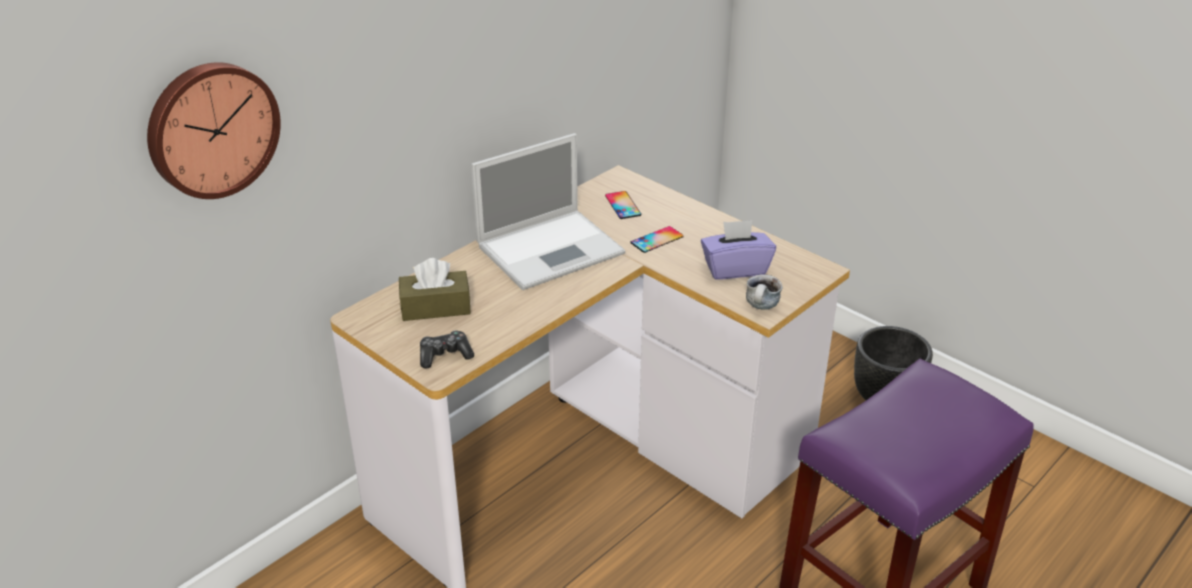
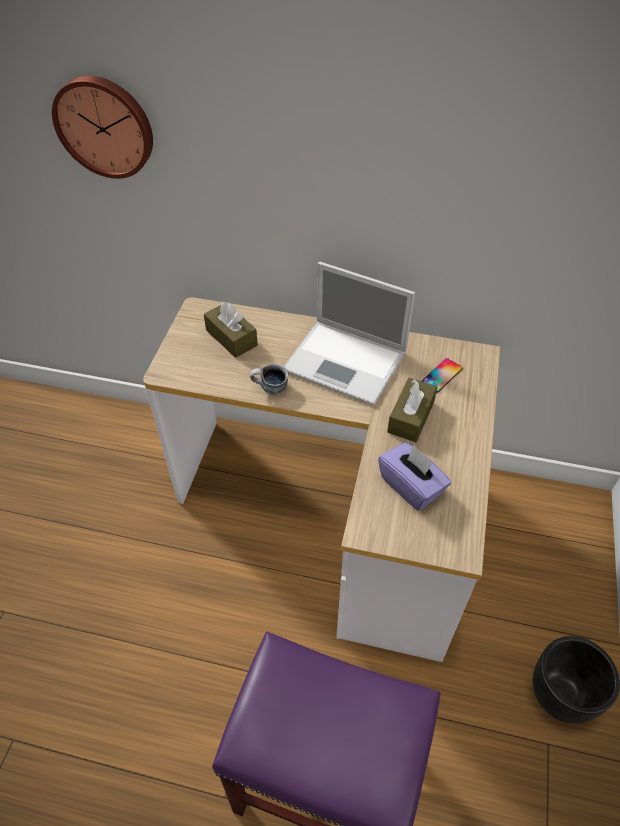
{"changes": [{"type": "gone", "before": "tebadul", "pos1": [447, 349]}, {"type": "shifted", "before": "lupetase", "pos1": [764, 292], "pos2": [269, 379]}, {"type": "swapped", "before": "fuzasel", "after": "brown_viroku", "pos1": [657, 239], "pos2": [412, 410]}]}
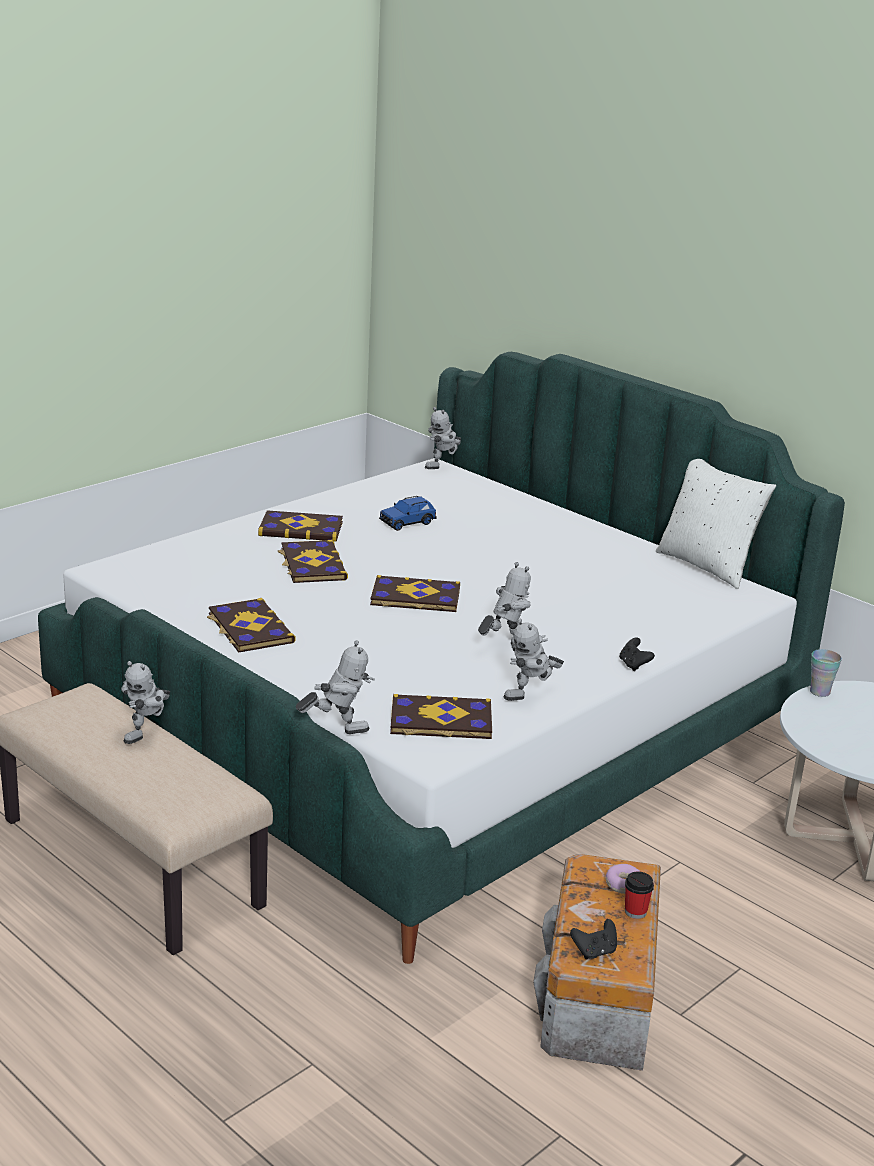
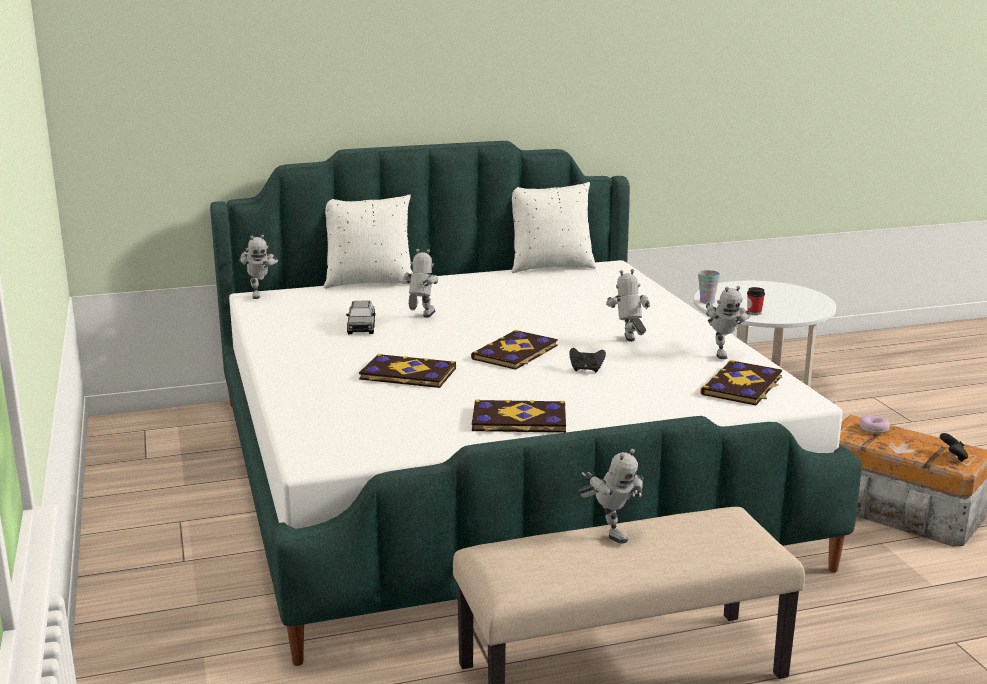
{"changes": [{"type": "gone", "before": "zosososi", "pos1": [300, 526]}, {"type": "new", "after": "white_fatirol", "pos2": [368, 241]}, {"type": "shifted", "before": "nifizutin", "pos1": [335, 687], "pos2": [420, 283]}, {"type": "shifted", "before": "black_tebadul", "pos1": [637, 654], "pos2": [587, 360]}, {"type": "shifted", "before": "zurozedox", "pos1": [639, 895], "pos2": [756, 301]}, {"type": "repainted", "before": "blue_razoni", "after": "grey_razoni", "pos1": [408, 513], "pos2": [360, 317]}]}
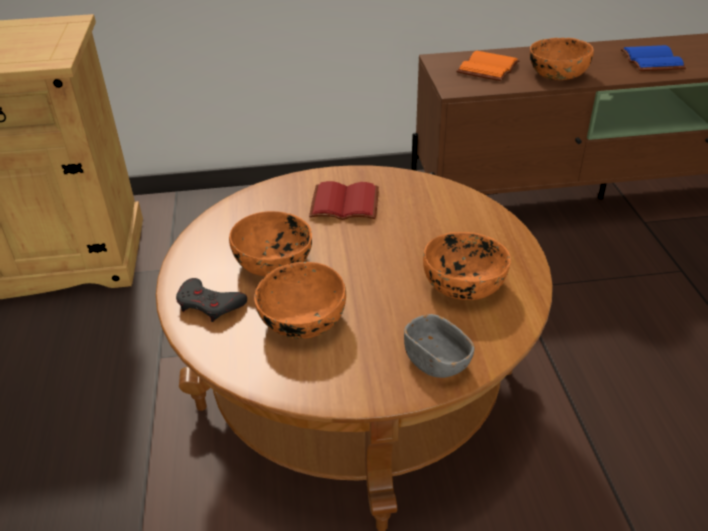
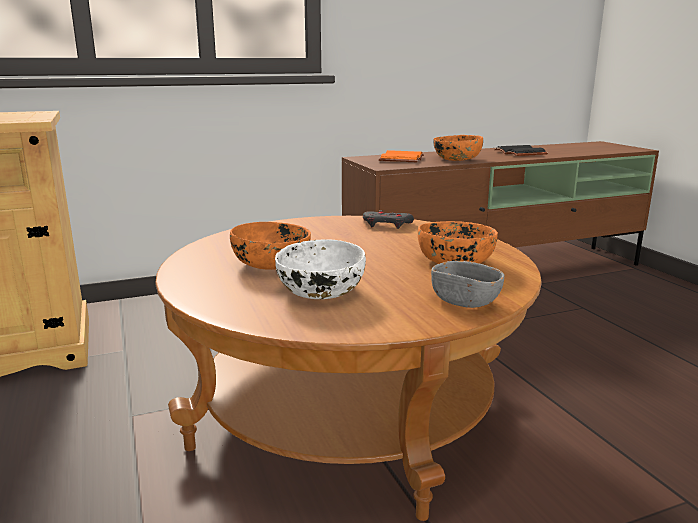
{"changes": [{"type": "gone", "before": "red_zosososi", "pos1": [344, 200]}, {"type": "shifted", "before": "grey_tebadul", "pos1": [211, 300], "pos2": [388, 219]}, {"type": "repainted", "before": "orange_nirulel", "after": "white_nirulel", "pos1": [300, 300], "pos2": [320, 269]}, {"type": "repainted", "before": "blue_zosososi", "after": "black_zosososi", "pos1": [653, 58], "pos2": [521, 150]}]}
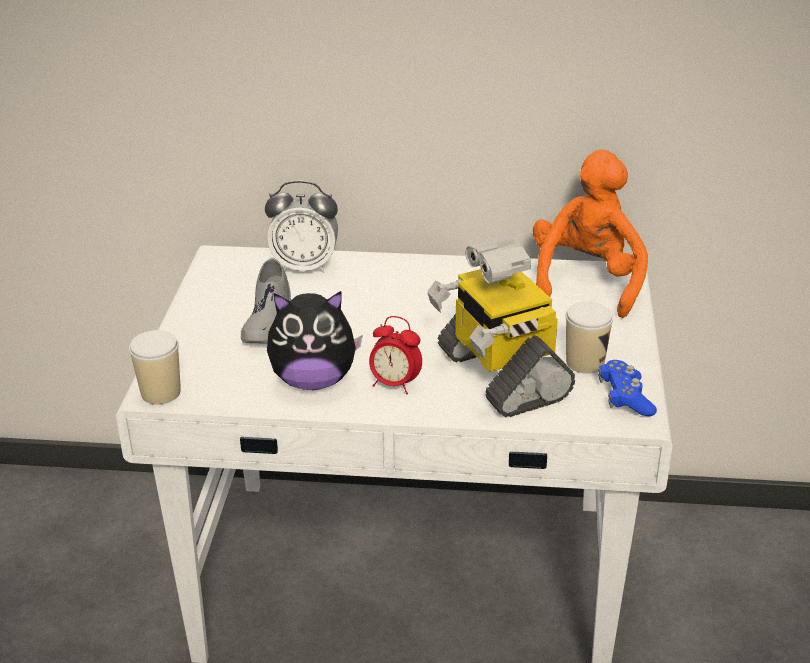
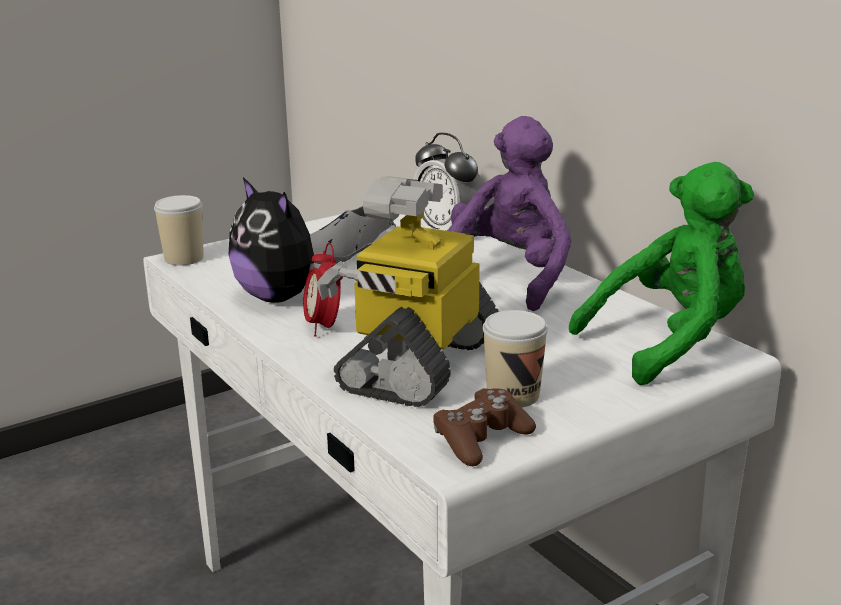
{"changes": [{"type": "new", "after": "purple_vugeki", "pos2": [510, 213]}, {"type": "repainted", "before": "orange_vugeki", "after": "green_vugeki", "pos1": [590, 233], "pos2": [661, 273]}, {"type": "repainted", "before": "blue_tebadul", "after": "brown_tebadul", "pos1": [627, 388], "pos2": [484, 427]}]}
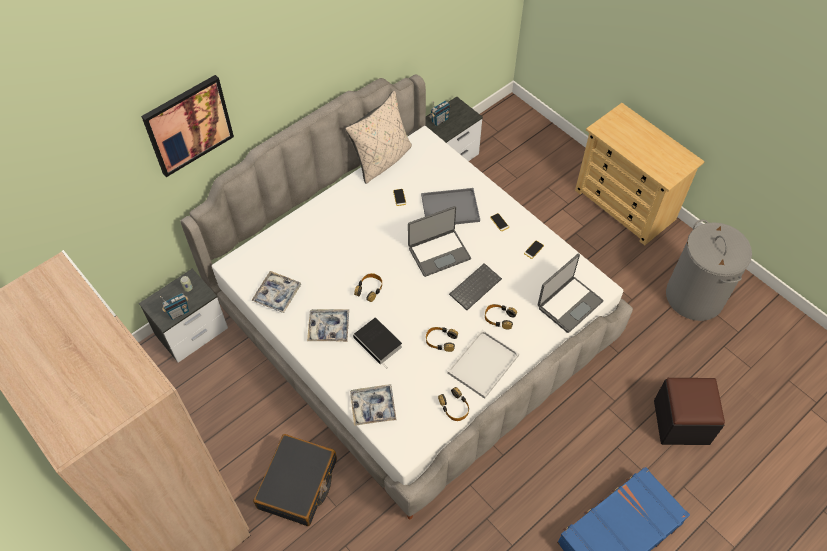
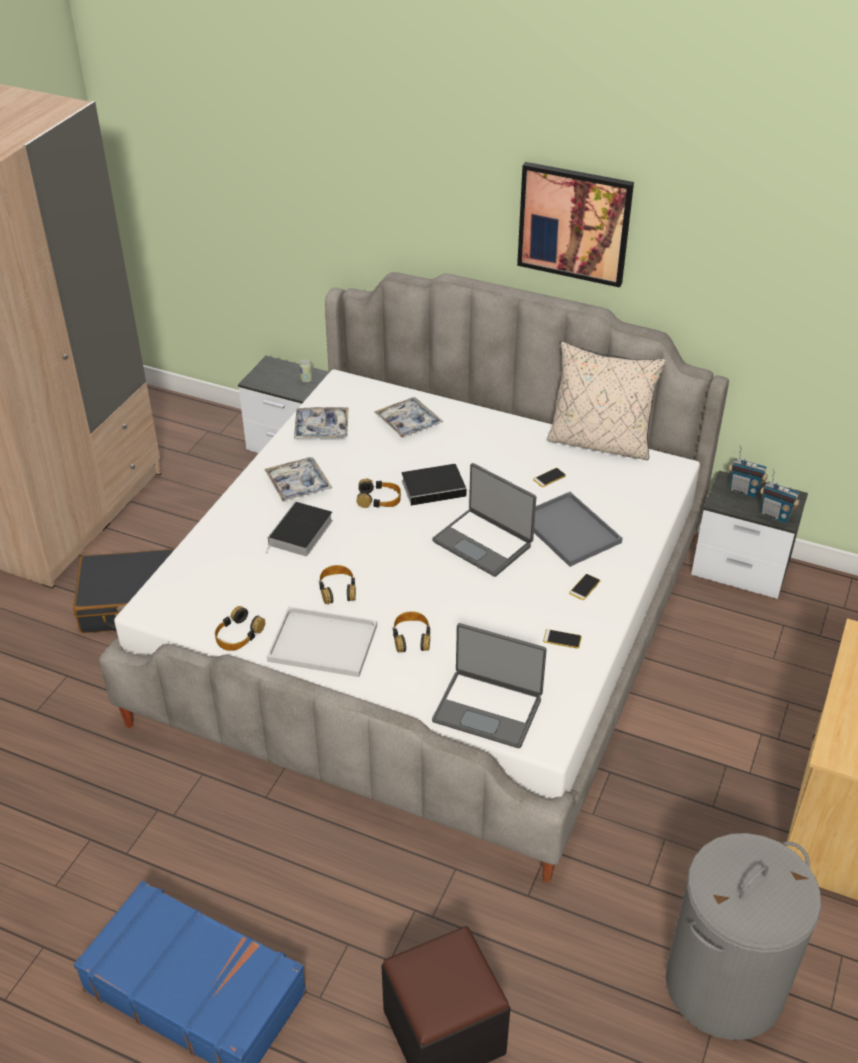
{"changes": [{"type": "gone", "before": "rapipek", "pos1": [475, 286]}, {"type": "new", "after": "zosososi", "pos2": [435, 485]}, {"type": "shifted", "before": "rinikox", "pos1": [187, 126], "pos2": [575, 225]}, {"type": "shifted", "before": "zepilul", "pos1": [174, 306], "pos2": [780, 495]}, {"type": "shifted", "before": "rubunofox", "pos1": [373, 405], "pos2": [408, 417]}]}
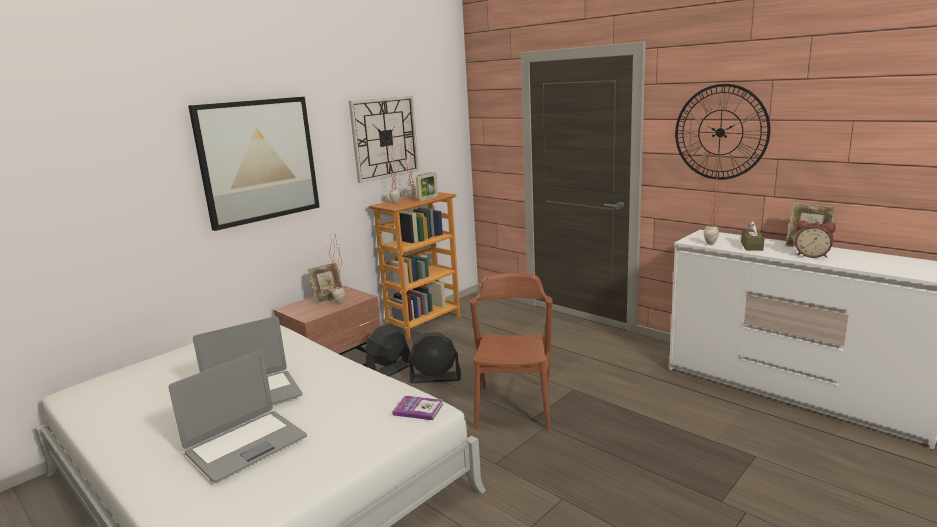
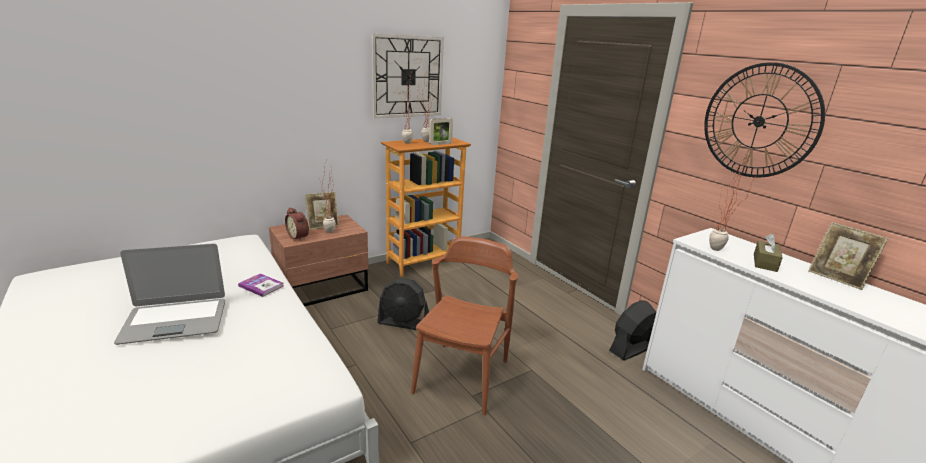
{"changes": [{"type": "gone", "before": "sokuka", "pos1": [238, 416]}, {"type": "gone", "before": "rinikox", "pos1": [254, 164]}, {"type": "shifted", "before": "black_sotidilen", "pos1": [387, 349], "pos2": [632, 330]}, {"type": "shifted", "before": "zosososi", "pos1": [417, 408], "pos2": [260, 285]}, {"type": "shifted", "before": "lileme", "pos1": [815, 239], "pos2": [297, 224]}]}
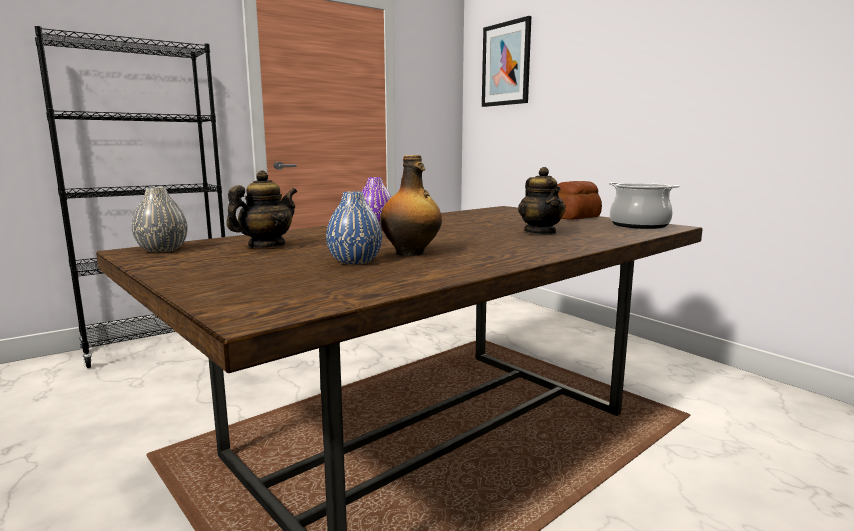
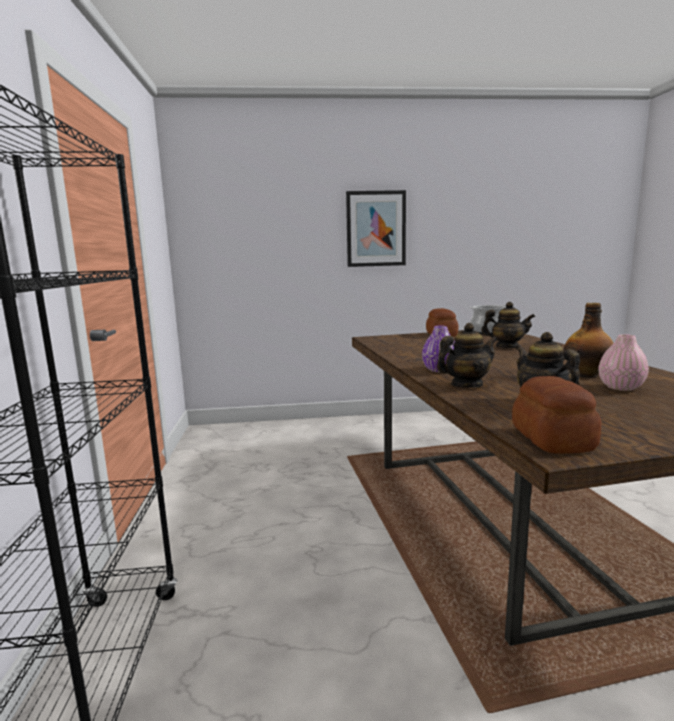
{"changes": [{"type": "new", "after": "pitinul", "pos2": [467, 355]}, {"type": "shifted", "before": "rinikox", "pos1": [506, 61], "pos2": [376, 228]}, {"type": "swapped", "before": "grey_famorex", "after": "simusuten", "pos1": [160, 219], "pos2": [557, 415]}, {"type": "repainted", "before": "blue_famorex", "after": "pink_famorex", "pos1": [354, 228], "pos2": [623, 362]}]}
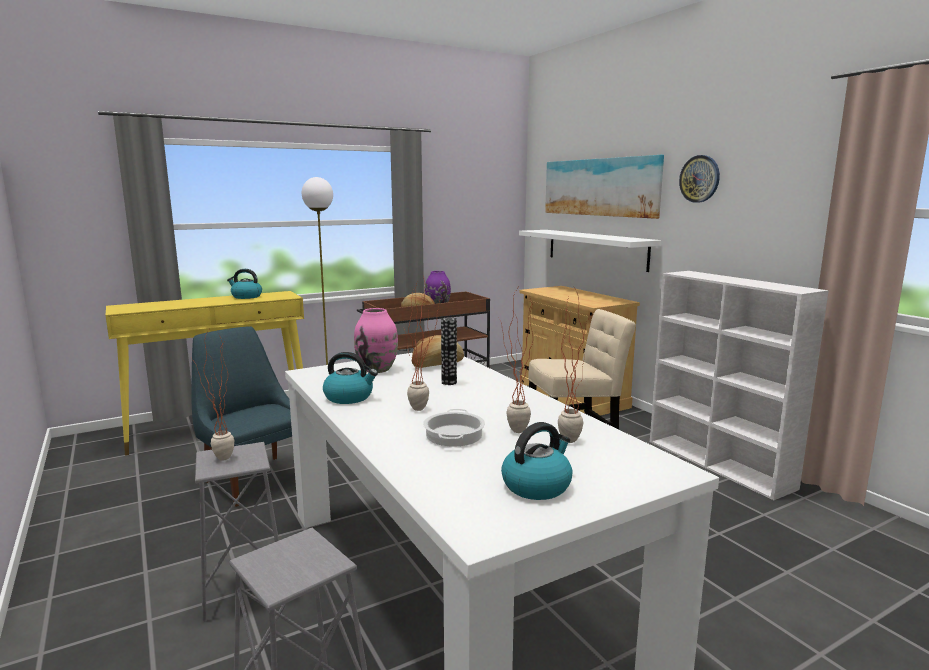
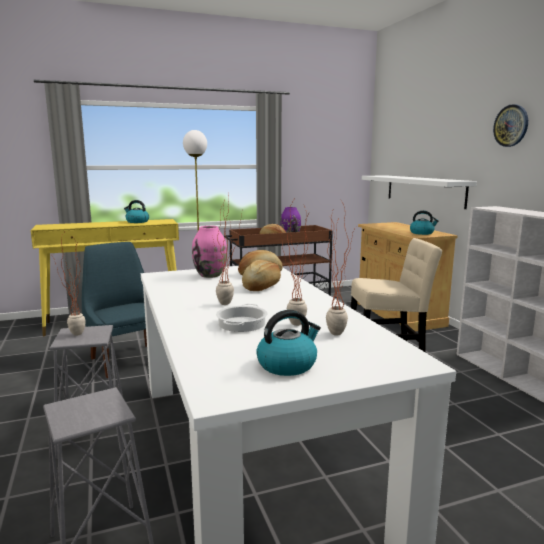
{"changes": [{"type": "gone", "before": "rinikox", "pos1": [604, 187]}, {"type": "shifted", "before": "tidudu", "pos1": [350, 378], "pos2": [424, 223]}, {"type": "swapped", "before": "famorex", "after": "simusuten", "pos1": [449, 351], "pos2": [261, 275]}]}
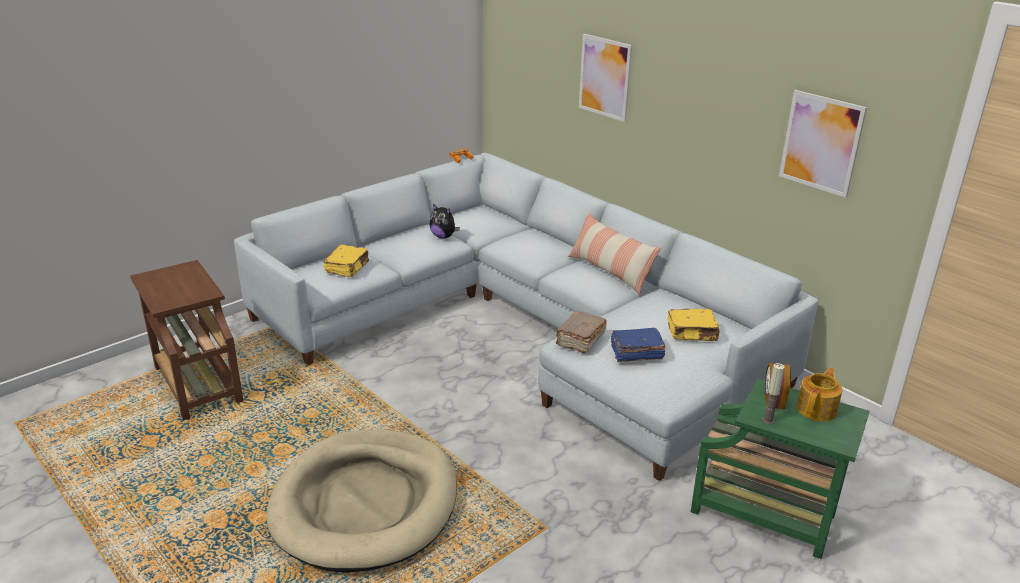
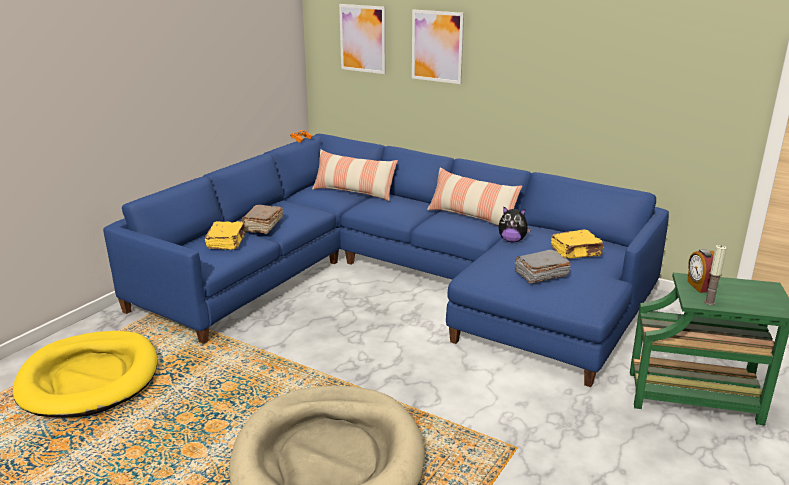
{"changes": [{"type": "gone", "before": "pitinul", "pos1": [819, 394]}, {"type": "new", "after": "fatirol", "pos2": [355, 175]}, {"type": "shifted", "before": "vugeki", "pos1": [445, 221], "pos2": [514, 224]}, {"type": "shifted", "before": "brown_zosososi", "pos1": [581, 332], "pos2": [262, 219]}, {"type": "shifted", "before": "rinikox", "pos1": [823, 144], "pos2": [362, 39]}, {"type": "swapped", "before": "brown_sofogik", "after": "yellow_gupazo", "pos1": [186, 340], "pos2": [85, 374]}, {"type": "repainted", "before": "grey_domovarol", "after": "blue_domovarol", "pos1": [526, 317], "pos2": [386, 260]}, {"type": "repainted", "before": "blue_zosososi", "after": "grey_zosososi", "pos1": [638, 345], "pos2": [543, 267]}]}
